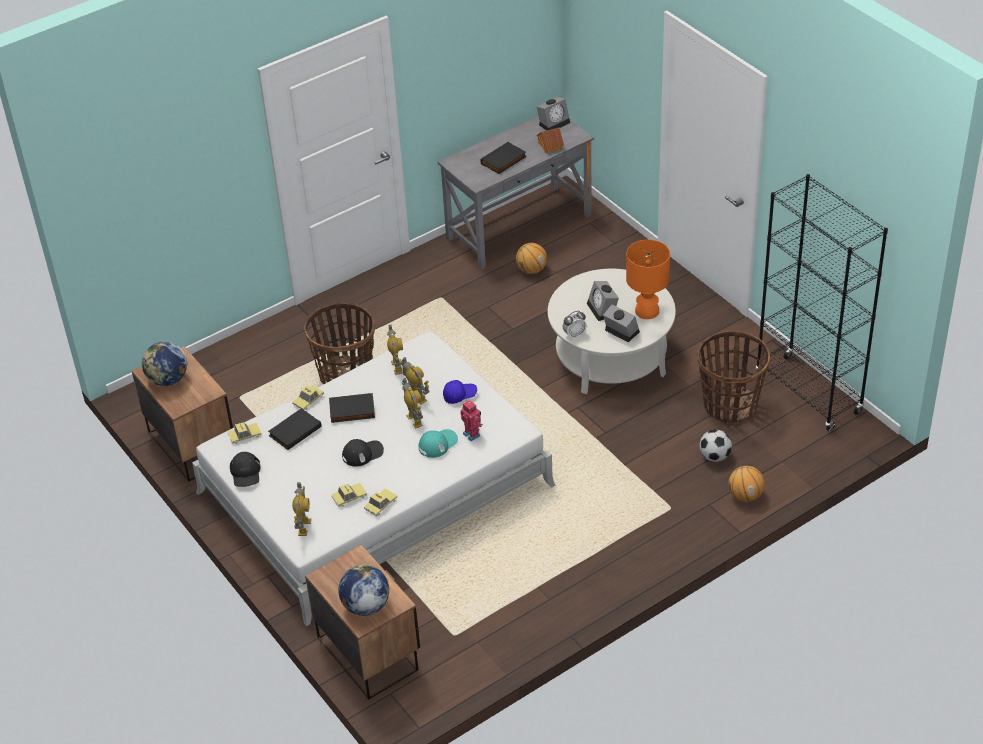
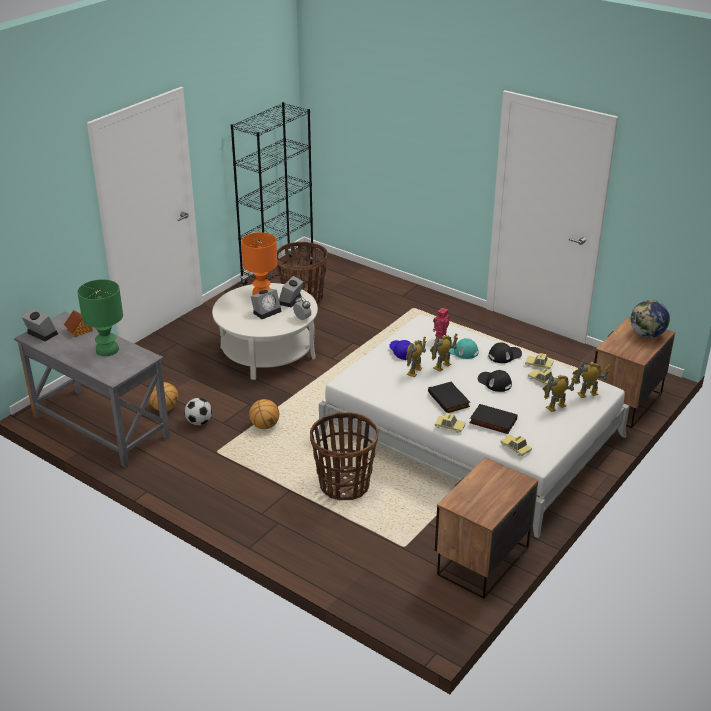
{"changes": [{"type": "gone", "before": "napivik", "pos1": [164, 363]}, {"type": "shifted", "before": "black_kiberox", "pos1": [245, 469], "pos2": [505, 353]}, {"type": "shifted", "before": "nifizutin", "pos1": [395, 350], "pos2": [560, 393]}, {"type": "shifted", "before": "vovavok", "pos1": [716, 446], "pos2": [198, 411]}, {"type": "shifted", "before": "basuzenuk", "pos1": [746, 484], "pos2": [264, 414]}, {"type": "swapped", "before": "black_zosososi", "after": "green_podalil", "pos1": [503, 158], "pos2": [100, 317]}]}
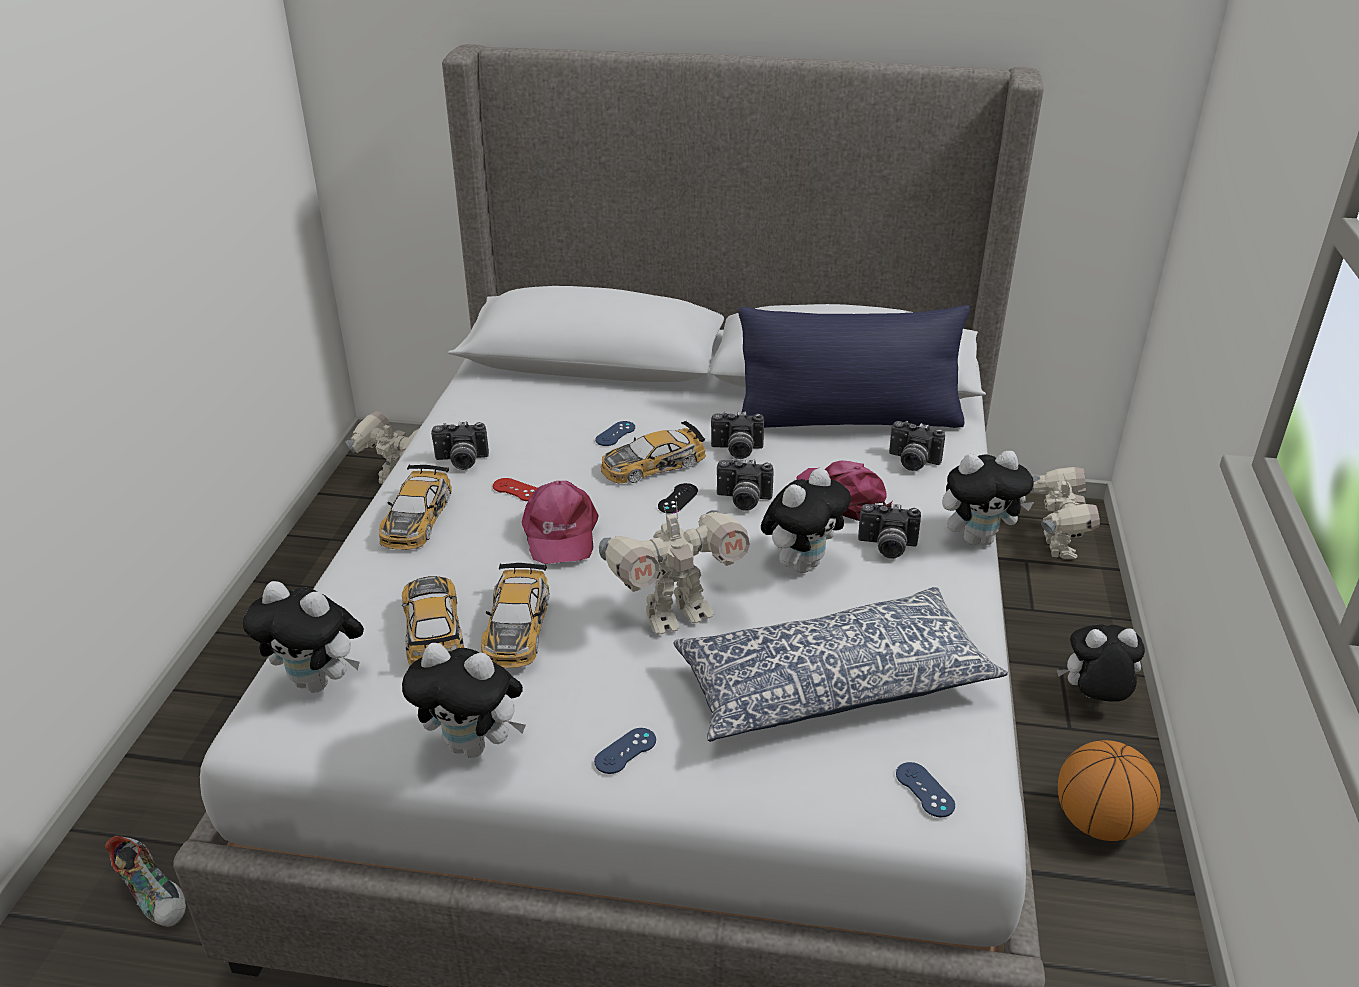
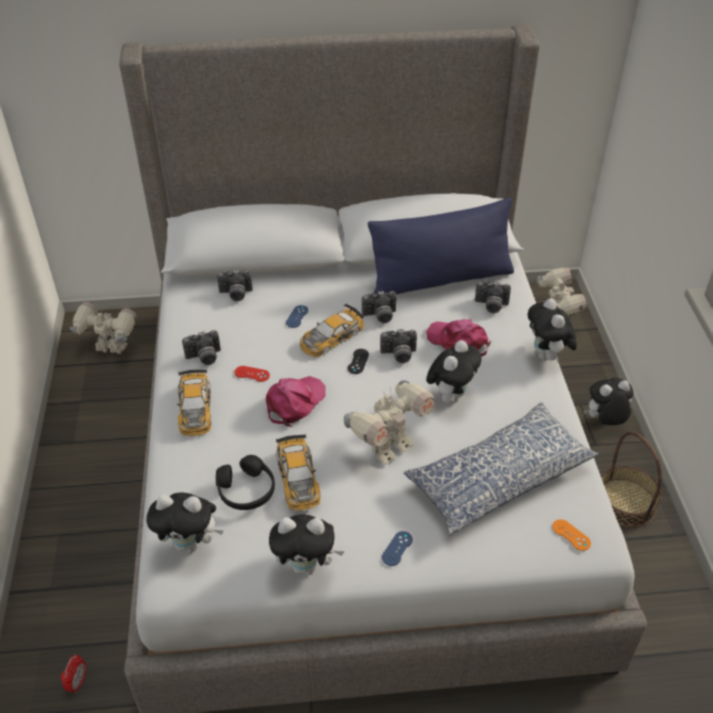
{"changes": [{"type": "shifted", "before": "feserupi", "pos1": [889, 531], "pos2": [235, 285]}, {"type": "swapped", "before": "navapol", "after": "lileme", "pos1": [145, 881], "pos2": [73, 674]}, {"type": "swapped", "before": "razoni", "after": "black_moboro", "pos1": [433, 621], "pos2": [245, 482]}, {"type": "swapped", "before": "basuzenuk", "after": "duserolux", "pos1": [1109, 790], "pos2": [631, 479]}, {"type": "repainted", "before": "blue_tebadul", "after": "orange_tebadul", "pos1": [925, 789], "pos2": [571, 535]}, {"type": "rotated", "before": "pink_kiberox", "pos1": [560, 522], "pos2": [296, 401], "turn": -120}, {"type": "rotated", "before": "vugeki", "pos1": [988, 498], "pos2": [552, 330], "turn": 105}]}
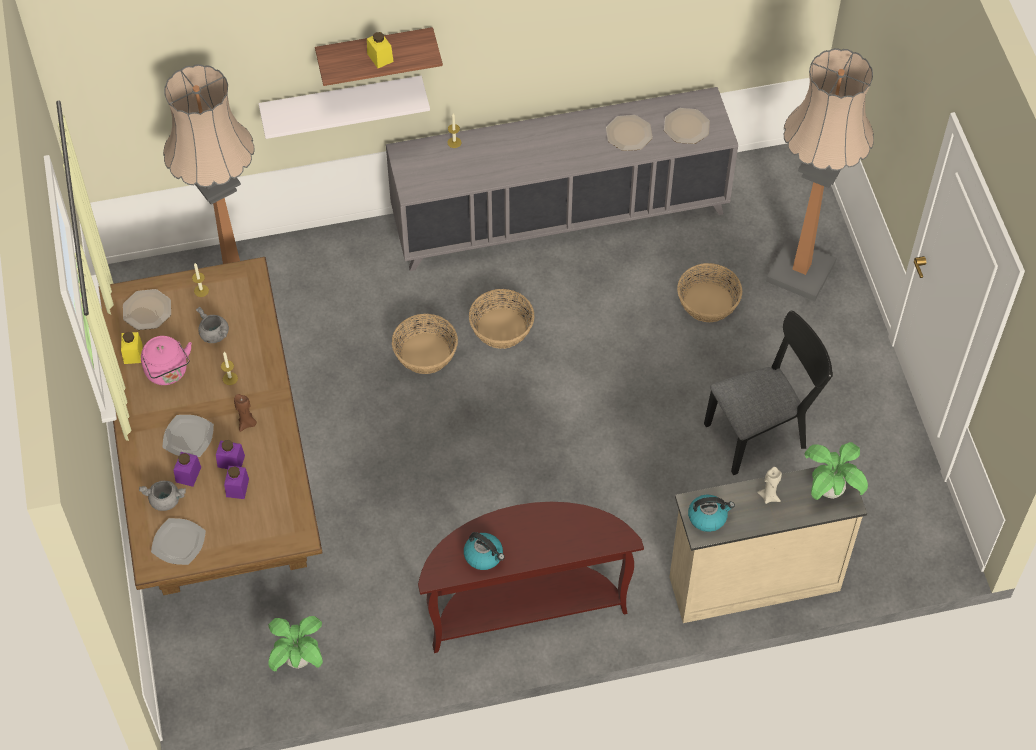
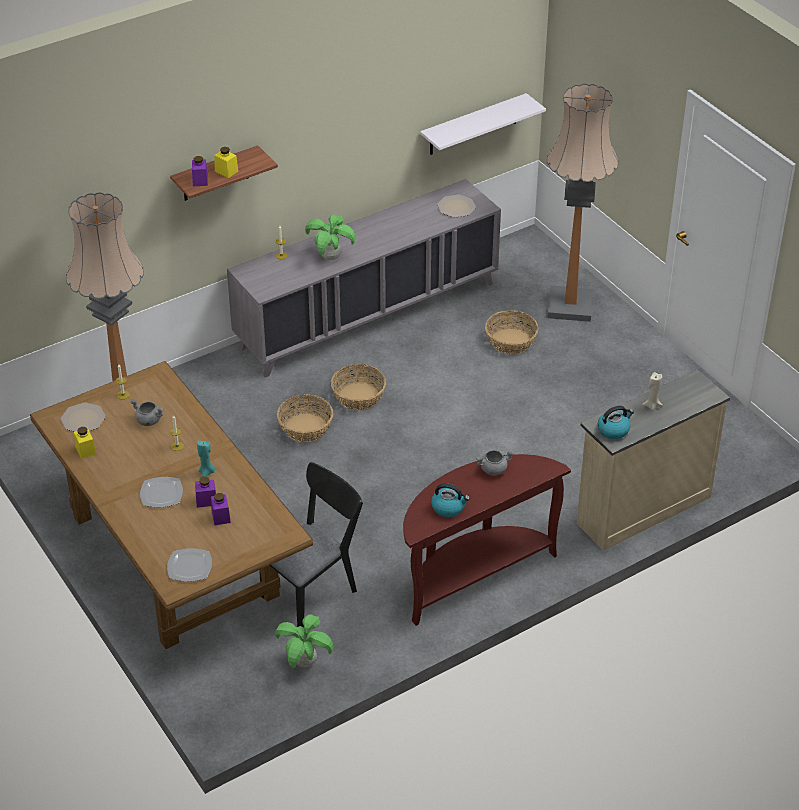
{"changes": [{"type": "gone", "before": "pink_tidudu", "pos1": [166, 360]}, {"type": "gone", "before": "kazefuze", "pos1": [629, 133]}, {"type": "shifted", "before": "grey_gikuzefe", "pos1": [162, 496], "pos2": [495, 463]}, {"type": "shifted", "before": "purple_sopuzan", "pos1": [187, 469], "pos2": [200, 171]}, {"type": "shifted", "before": "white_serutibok", "pos1": [344, 107], "pos2": [483, 124]}, {"type": "shifted", "before": "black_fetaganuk", "pos1": [768, 393], "pos2": [311, 545]}, {"type": "shifted", "before": "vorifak", "pos1": [836, 471], "pos2": [330, 237]}, {"type": "repainted", "before": "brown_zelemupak", "after": "turquoise_zelemupak", "pos1": [245, 413], "pos2": [206, 458]}]}
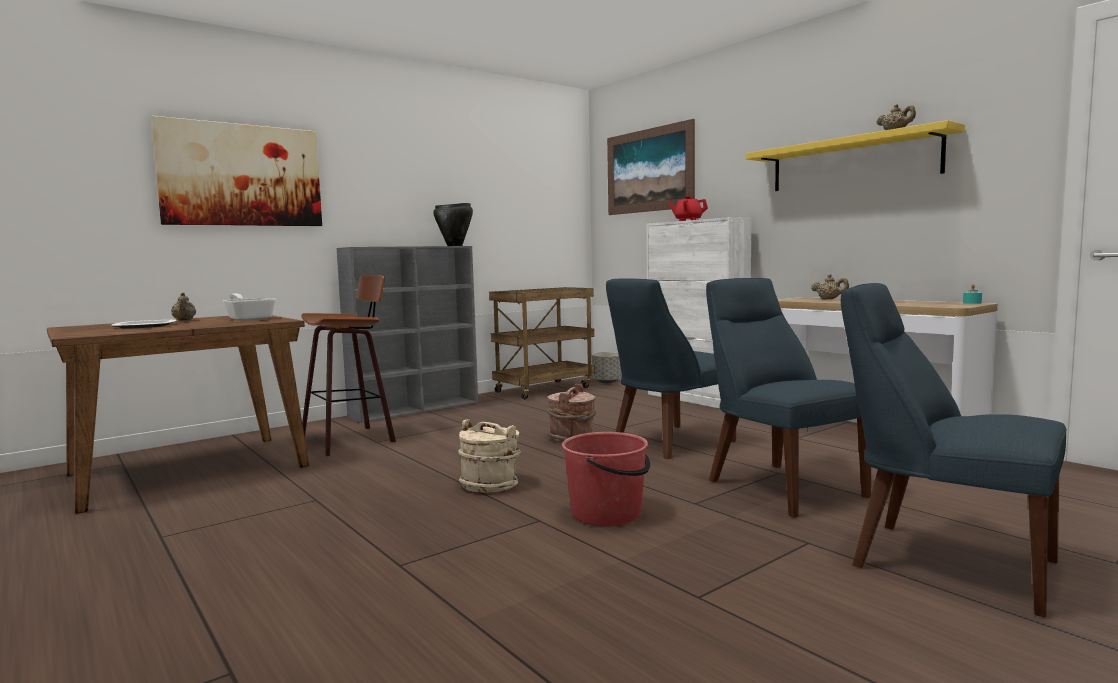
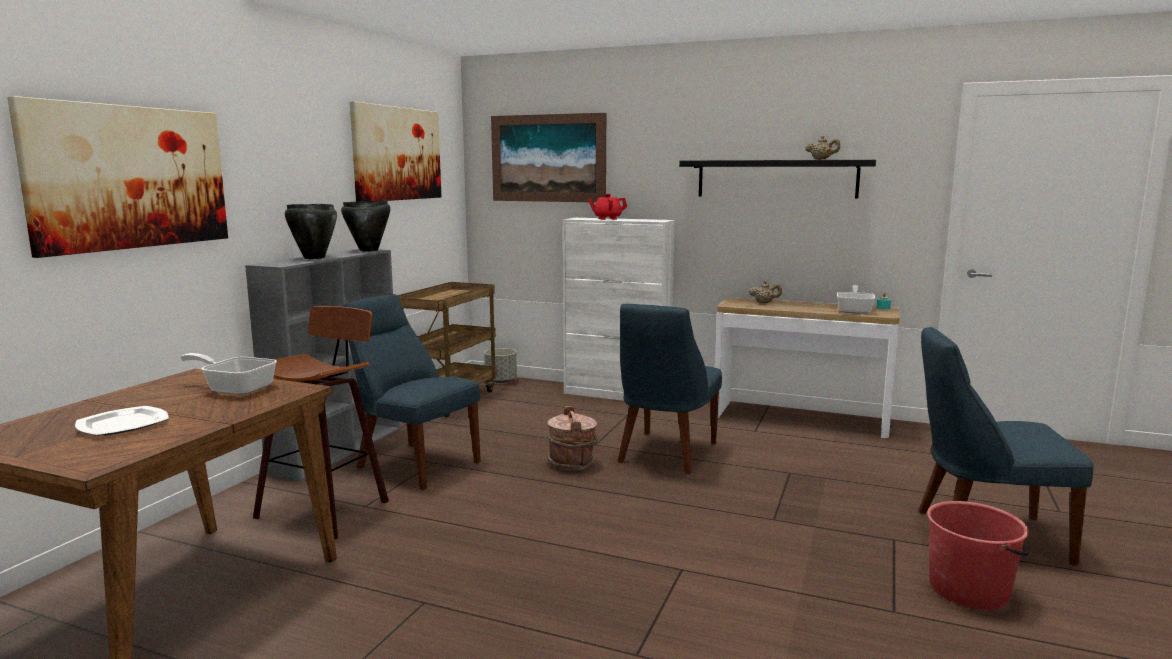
{"changes": [{"type": "gone", "before": "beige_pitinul", "pos1": [183, 306]}, {"type": "gone", "before": "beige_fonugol", "pos1": [489, 456]}, {"type": "new", "after": "black_gikuzefe", "pos2": [311, 231]}, {"type": "new", "after": "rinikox", "pos2": [395, 151]}, {"type": "new", "after": "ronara", "pos2": [856, 299]}, {"type": "shifted", "before": "red_fonugol", "pos1": [606, 479], "pos2": [978, 555]}, {"type": "shifted", "before": "blue_fetaganuk", "pos1": [788, 398], "pos2": [412, 392]}, {"type": "repainted", "before": "yellow_serutibok", "after": "black_serutibok", "pos1": [855, 155], "pos2": [777, 179]}]}
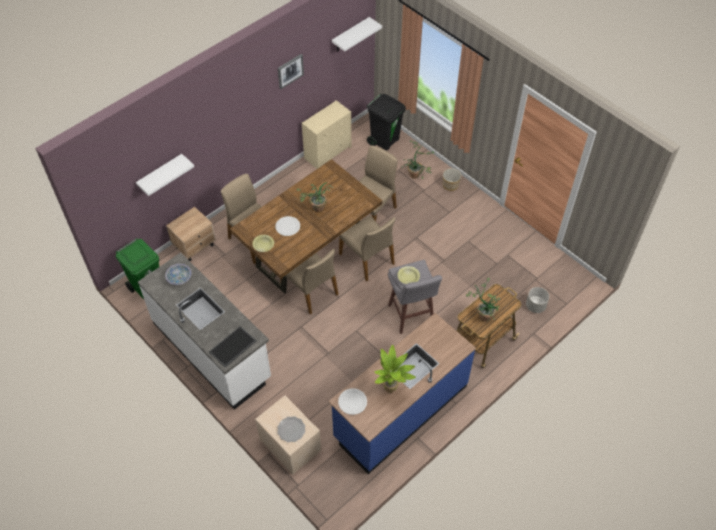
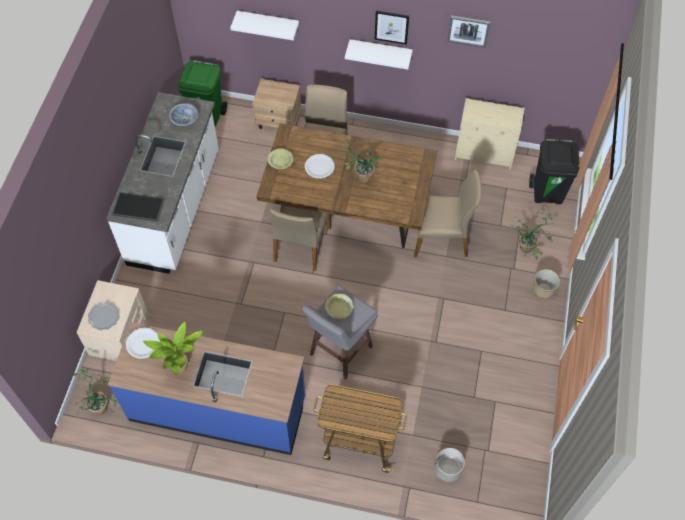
{"changes": [{"type": "gone", "before": "beige_fetaganuk", "pos1": [367, 249]}, {"type": "new", "after": "rinikox", "pos2": [391, 27]}, {"type": "shifted", "before": "white_serutibok", "pos1": [357, 34], "pos2": [379, 54]}, {"type": "shifted", "before": "vorifak", "pos1": [483, 300], "pos2": [96, 392]}]}
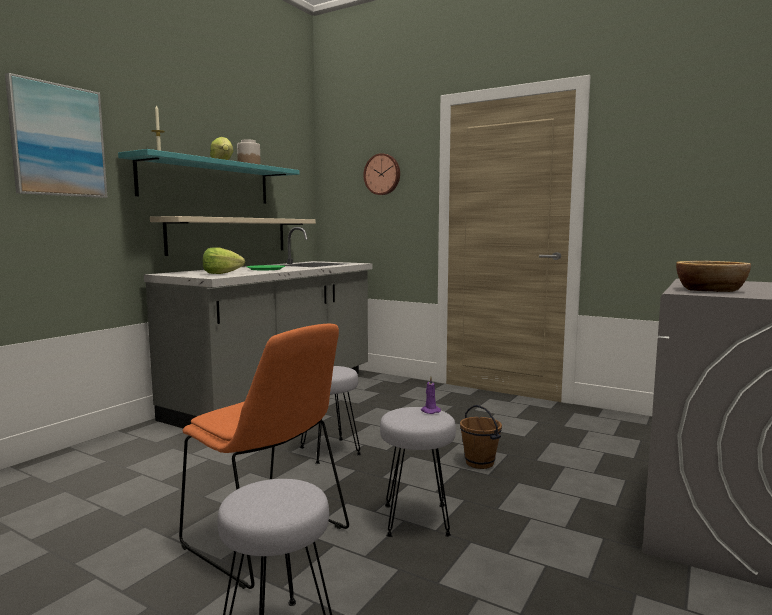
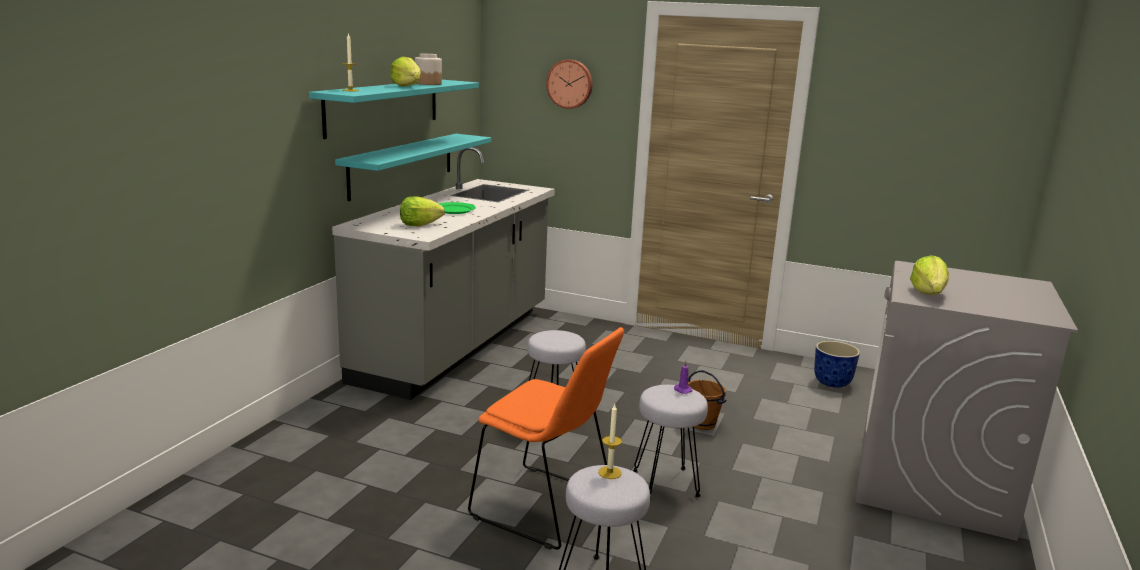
{"changes": [{"type": "gone", "before": "rinikox", "pos1": [56, 135]}, {"type": "new", "after": "zelemupak", "pos2": [610, 441]}, {"type": "new", "after": "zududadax", "pos2": [837, 364]}, {"type": "swapped", "before": "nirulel", "after": "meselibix", "pos1": [713, 276], "pos2": [929, 275]}, {"type": "repainted", "before": "beige_serutibok", "after": "turquoise_serutibok", "pos1": [233, 236], "pos2": [413, 167]}]}
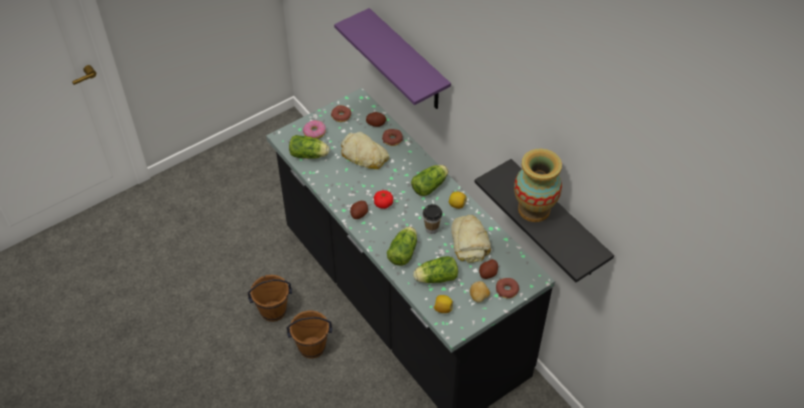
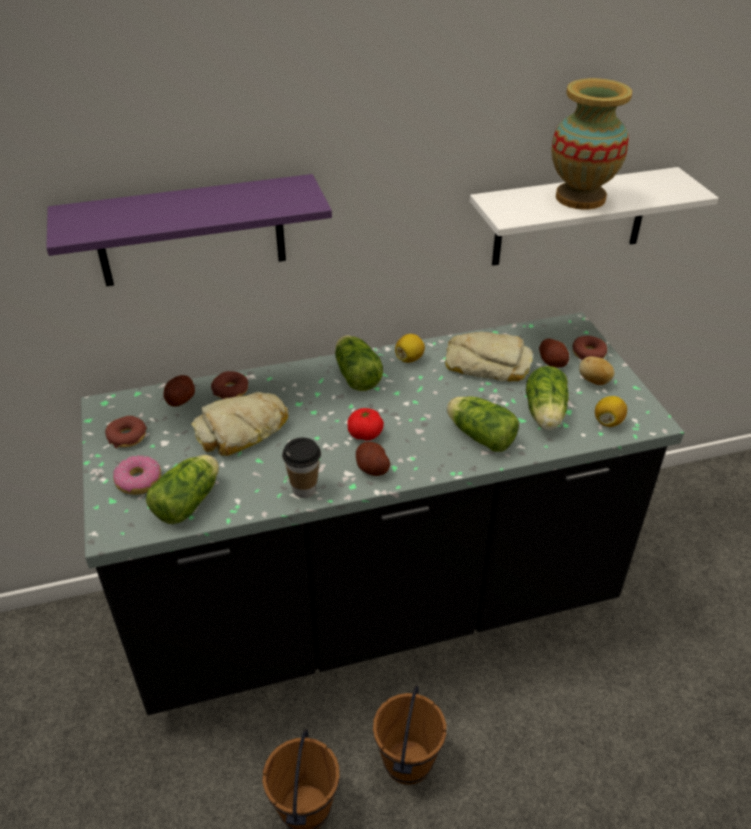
{"changes": [{"type": "shifted", "before": "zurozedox", "pos1": [433, 219], "pos2": [301, 468]}, {"type": "repainted", "before": "black_serutibok", "after": "white_serutibok", "pos1": [544, 220], "pos2": [594, 216]}]}
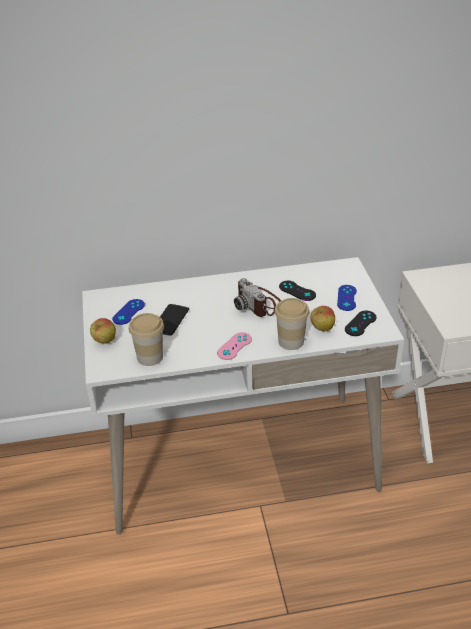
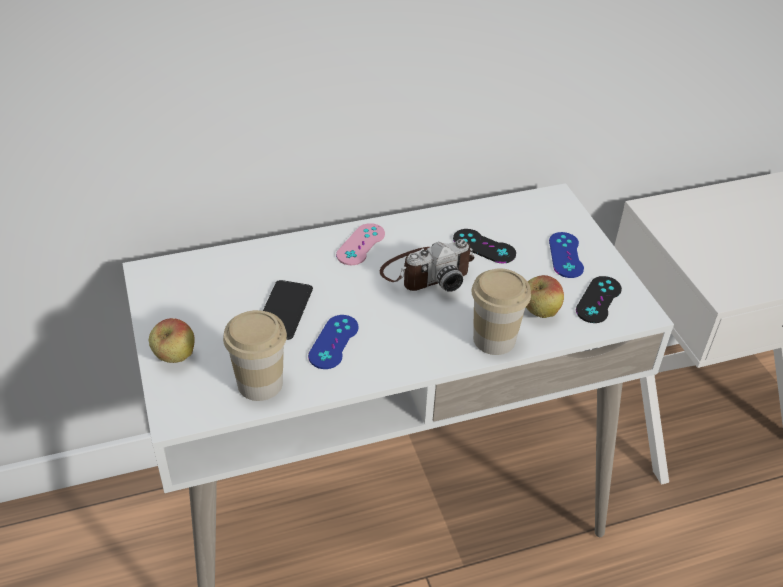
{"changes": [{"type": "shifted", "before": "blue_tebadul", "pos1": [128, 312], "pos2": [333, 342]}, {"type": "shifted", "before": "pink_tebadul", "pos1": [234, 346], "pos2": [360, 244]}, {"type": "rotated", "before": "feserupi", "pos1": [257, 297], "pos2": [427, 265], "turn": -75}]}
